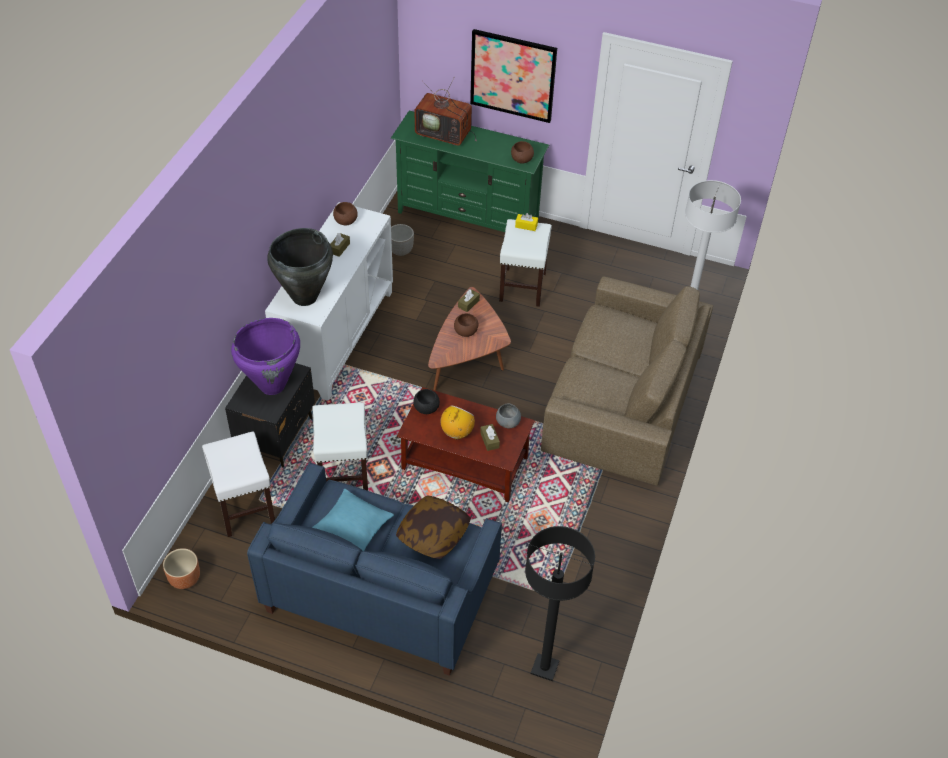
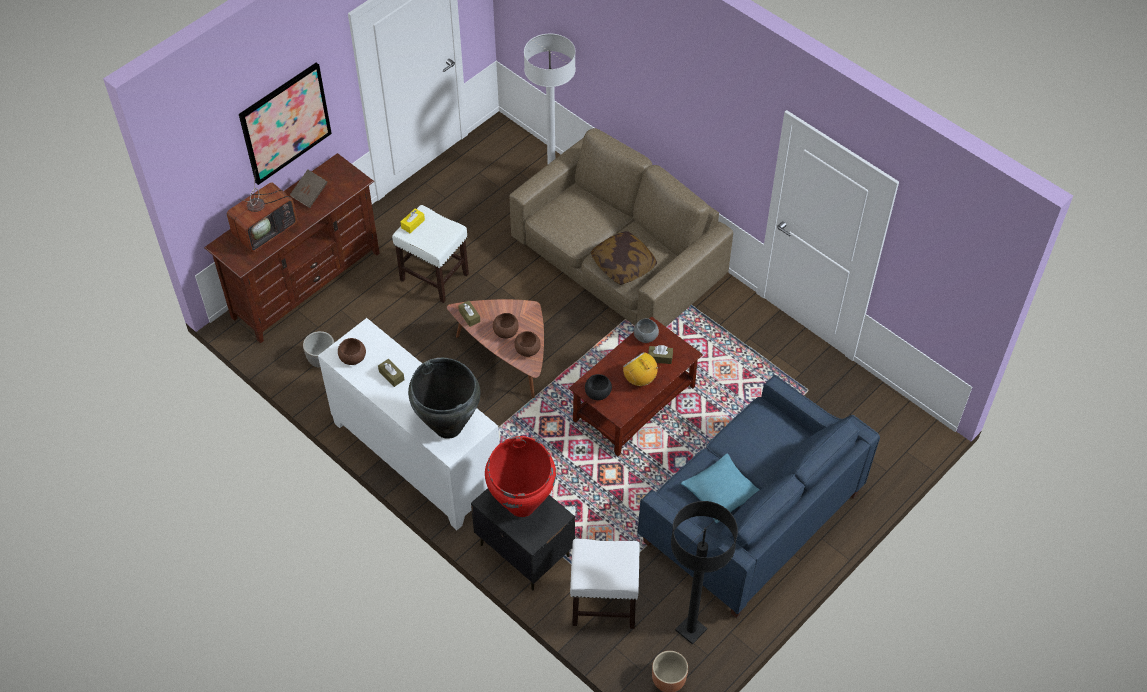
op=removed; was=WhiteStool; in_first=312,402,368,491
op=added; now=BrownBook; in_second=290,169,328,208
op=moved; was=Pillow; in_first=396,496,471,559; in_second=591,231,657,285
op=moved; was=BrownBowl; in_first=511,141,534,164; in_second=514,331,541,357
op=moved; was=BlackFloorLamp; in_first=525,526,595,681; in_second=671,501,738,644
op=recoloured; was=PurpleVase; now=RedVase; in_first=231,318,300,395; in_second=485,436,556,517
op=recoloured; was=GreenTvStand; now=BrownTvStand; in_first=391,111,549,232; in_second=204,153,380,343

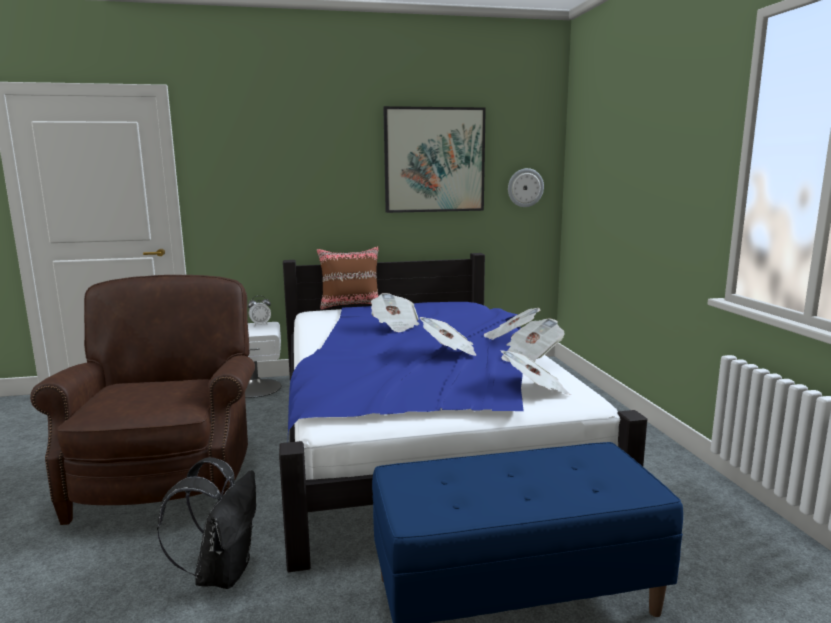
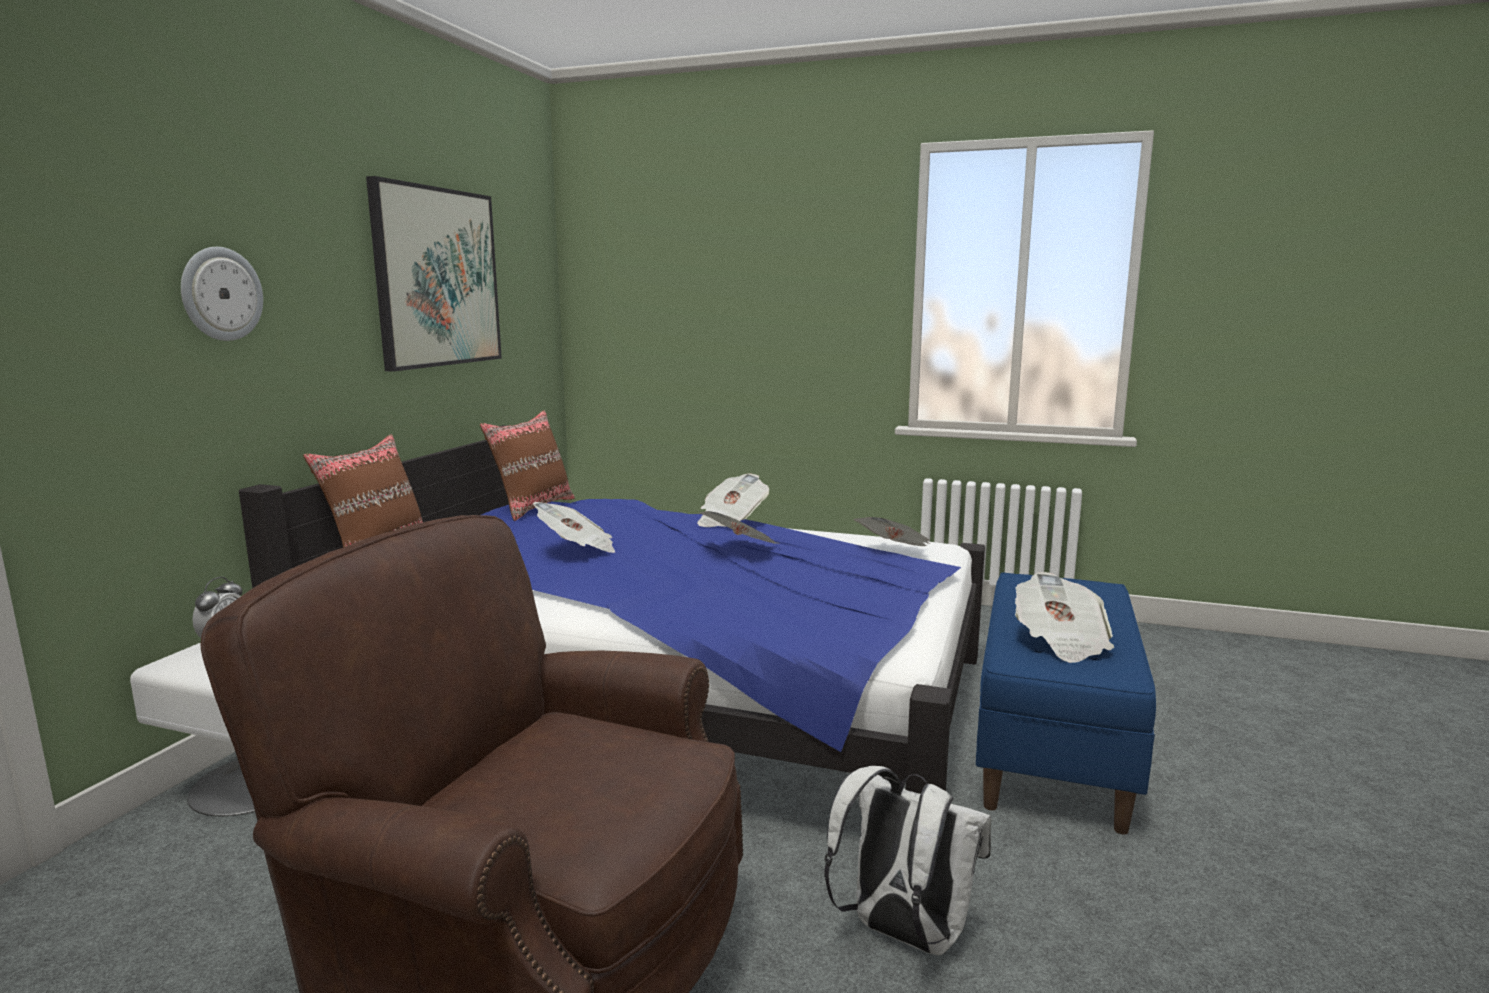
op=added; now=BrownPillow; in_second=480,410,575,521
op=moved; was=Newspaper; in_first=501,319,564,362; in_second=1015,572,1114,663
op=moved; was=WallClock; in_first=508,168,544,207; in_second=181,247,263,341
op=recoloured; was=BlackBackpack; now=WhiteBackpack; in_first=157,457,256,589; in_second=824,766,991,955

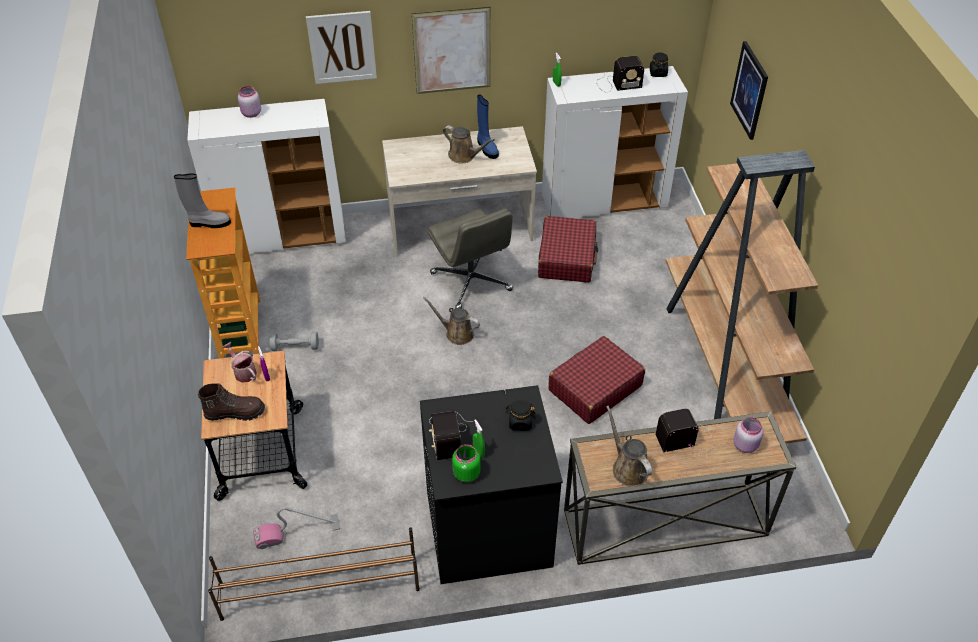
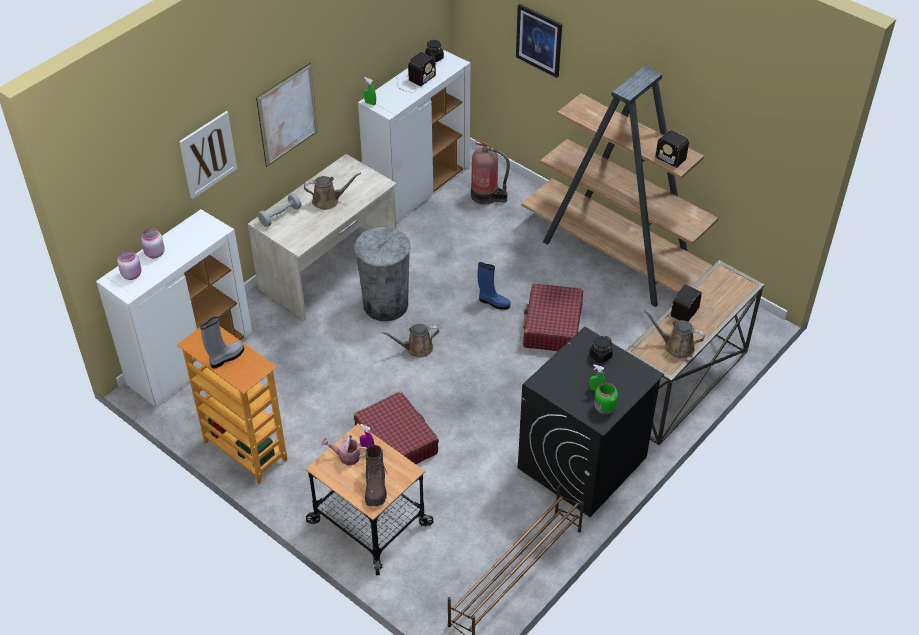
op=removed; was=VacuumCleaner; in_first=254,507,340,549
op=added; now=FireExtinguisher; in_second=471,139,510,205
op=moved; was=GreyDumbbell; in_first=270,332,319,351; in_second=258,193,301,227
op=moved; was=Radio; in_first=429,411,473,460; in_second=645,130,689,168
op=moved; was=BlueBoot; in_first=477,94,499,159; in_second=478,262,510,310
op=moved; was=RedSuitcase; in_first=538,216,598,283; in_second=354,392,439,464
op=moved; was=PinkJar; in_first=733,417,763,453; in_second=117,249,141,280
op=replaced; was=GreyOfficeChair; now=GreyTrashCan; in_first=428,208,513,308; in_second=354,227,411,321
op=turned; was=BrownBoot; in_first=198,383,265,421; in_second=365,445,387,506; clockwise=135

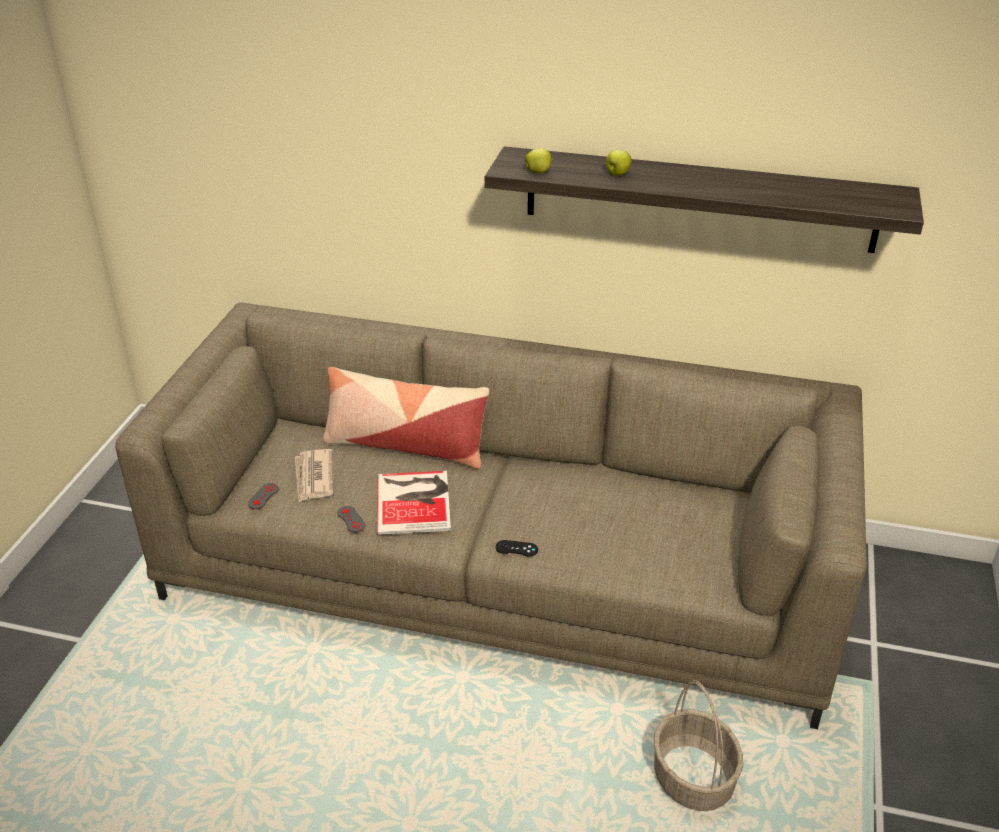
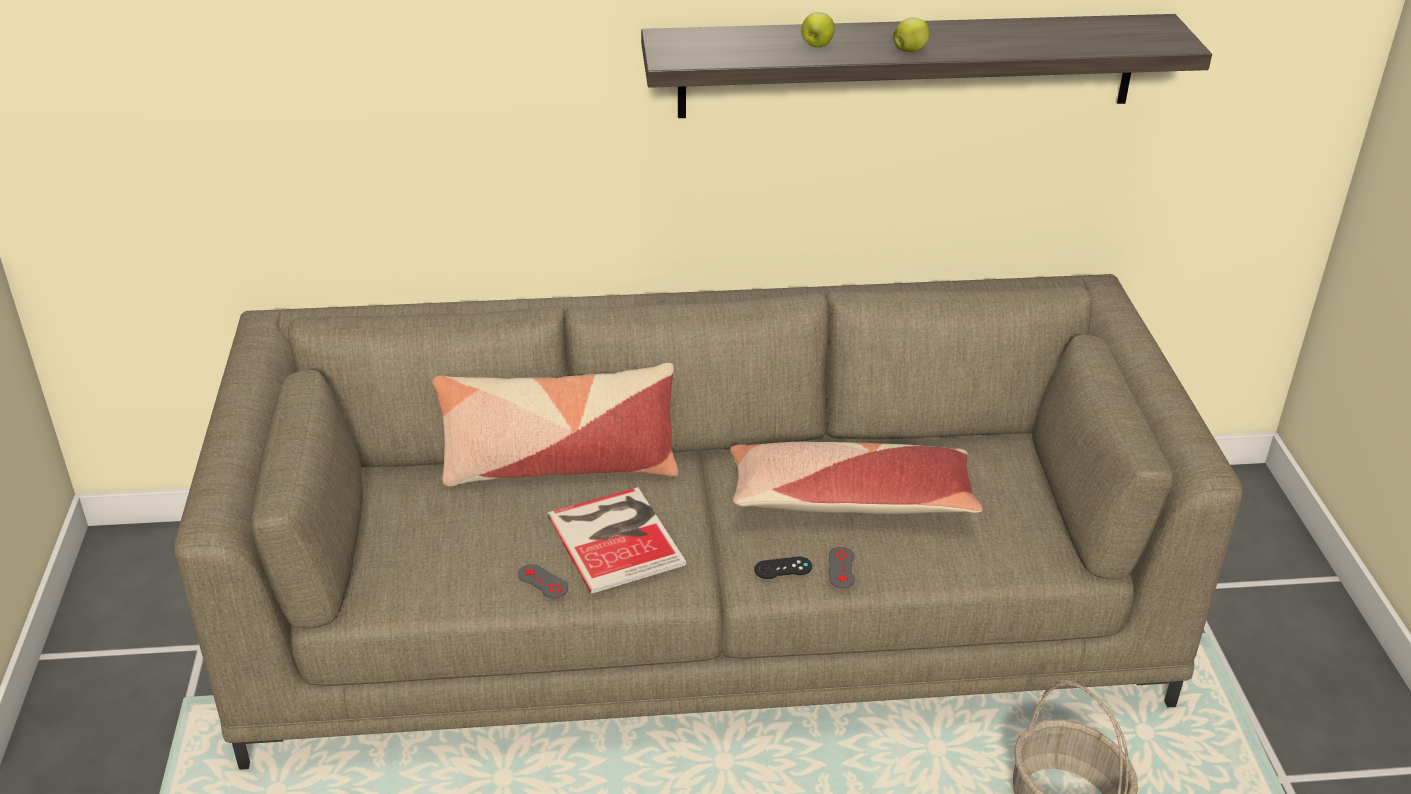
op=removed; was=Newspaper; in_first=295,449,333,502
op=added; now=Pillow; in_second=730,442,983,514
op=moved; was=GreyGameController; in_first=248,483,279,509; in_second=829,547,855,588
op=moved; was=Apple; in_first=525,148,553,173; in_second=893,17,929,52

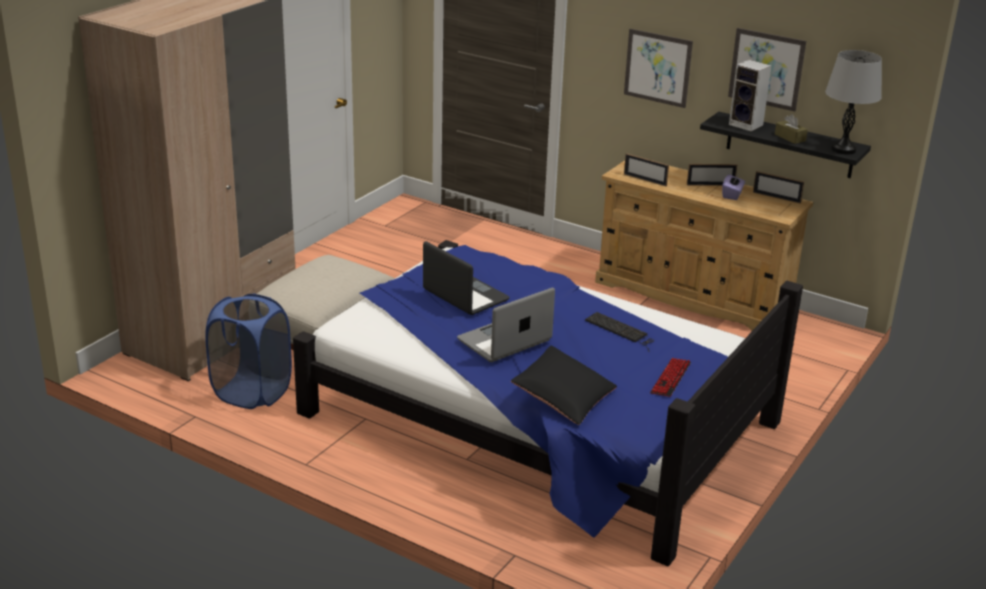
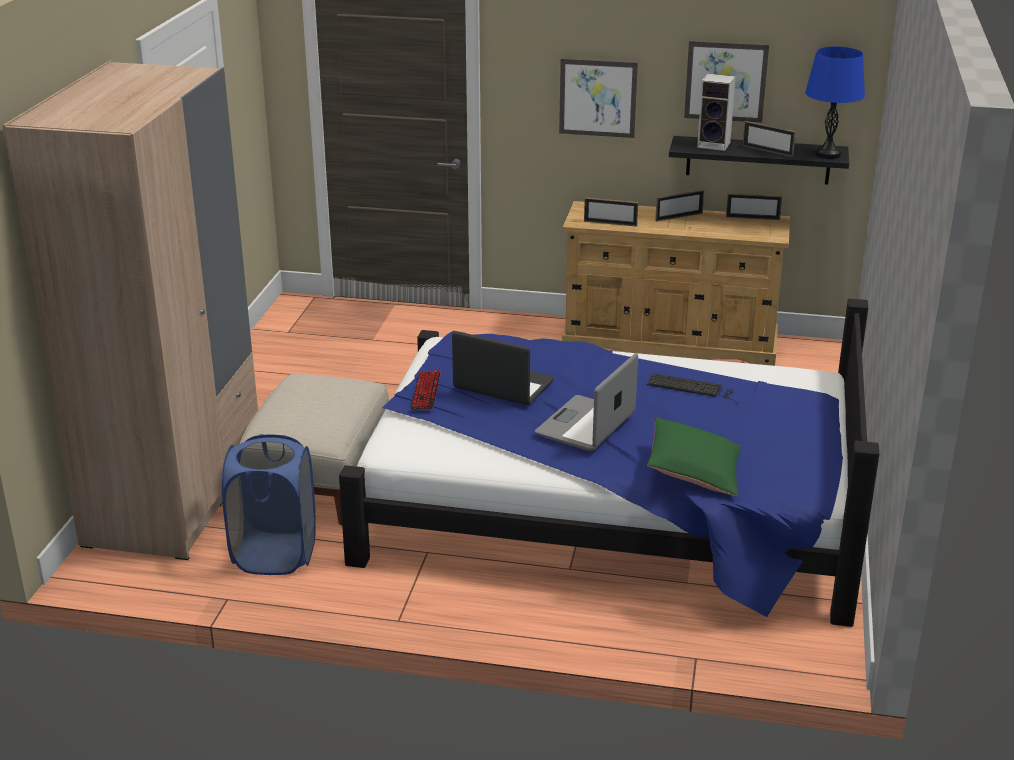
op=removed; was=PurpleTissueBox; in_first=722,173,745,200
op=moved; was=Keyboard; in_first=650,358,691,397; in_second=411,370,441,410
op=replaced; was=BrownTissueBox; now=PictureFrame; in_first=775,114,808,144; in_second=743,121,796,157
op=recoloured; was=BlackPillow; now=GreenPillow; in_first=511,346,617,425; in_second=647,418,741,496
op=recoloured; was=GreyTableLamp; now=BlueTableLamp; in_first=825,50,882,154; in_second=805,47,865,159

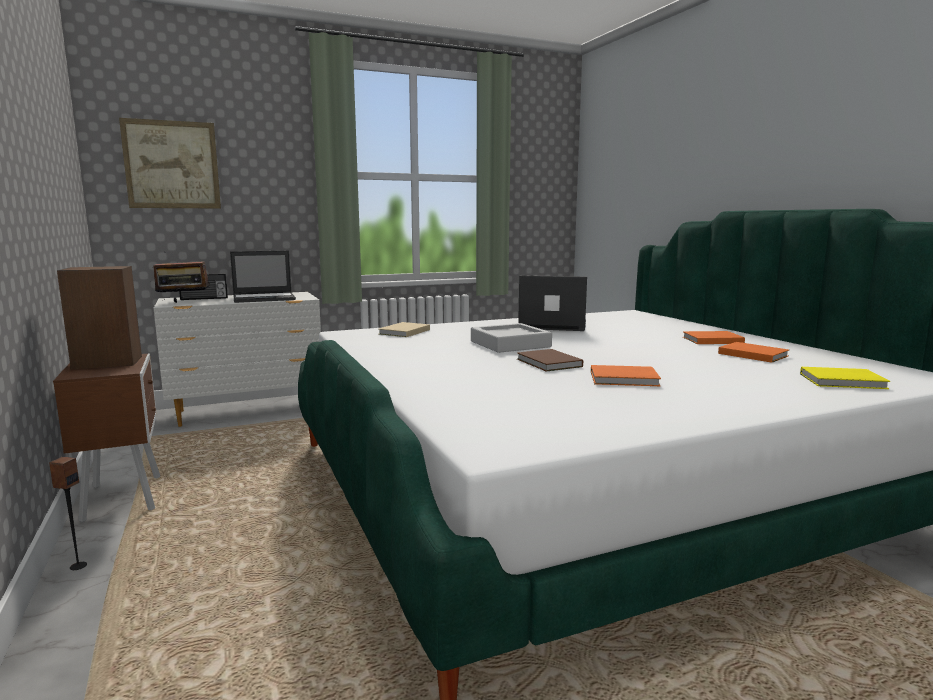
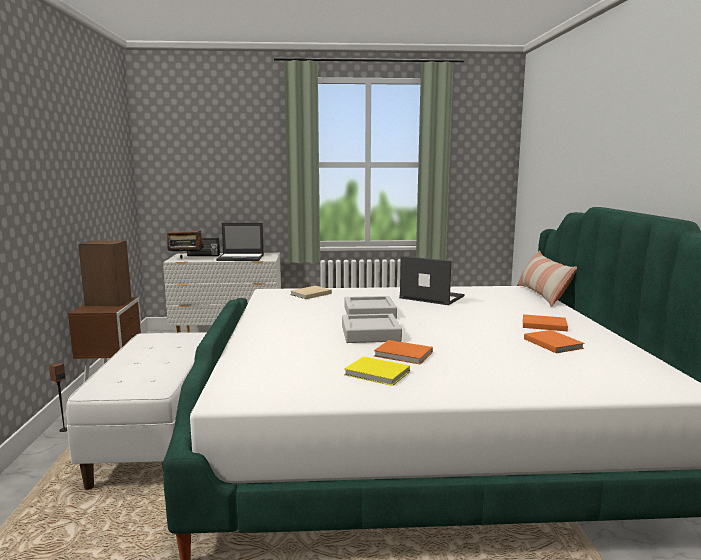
op=removed; was=Picture; in_first=119,118,221,209
op=added; now=WhiteBench; in_second=66,332,207,490
op=added; now=Pillow; in_second=517,251,577,307
op=moved; was=YellowBook; in_first=800,367,890,389; in_second=344,356,410,386
op=replaced; was=BrownBook; now=GreyTray; in_first=517,349,583,371; in_second=342,314,402,343

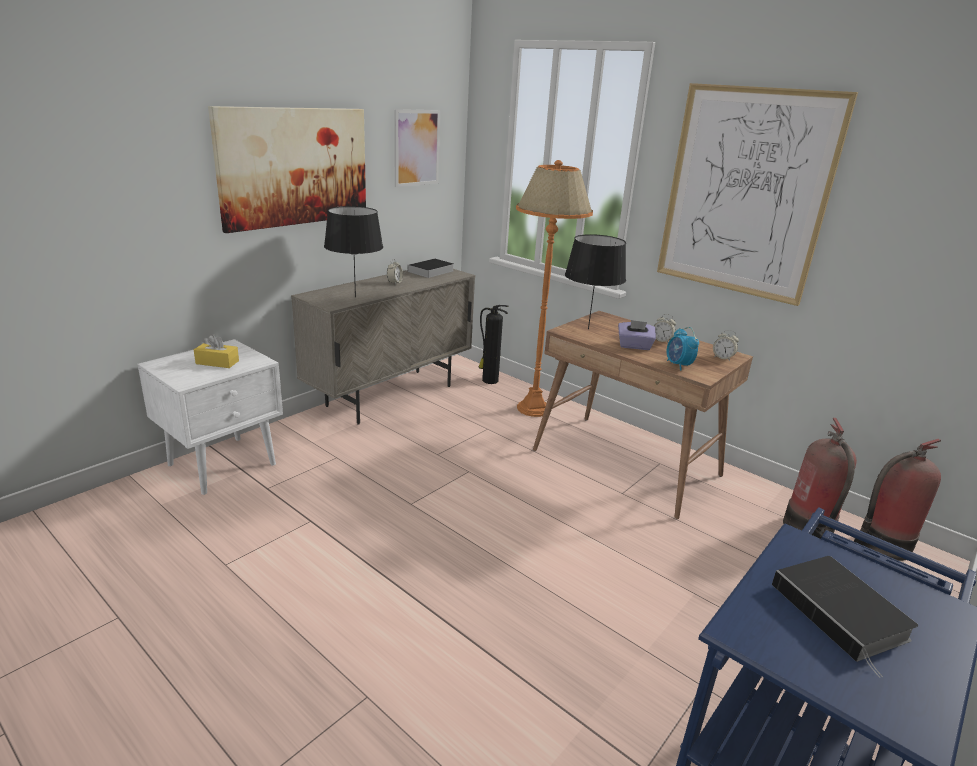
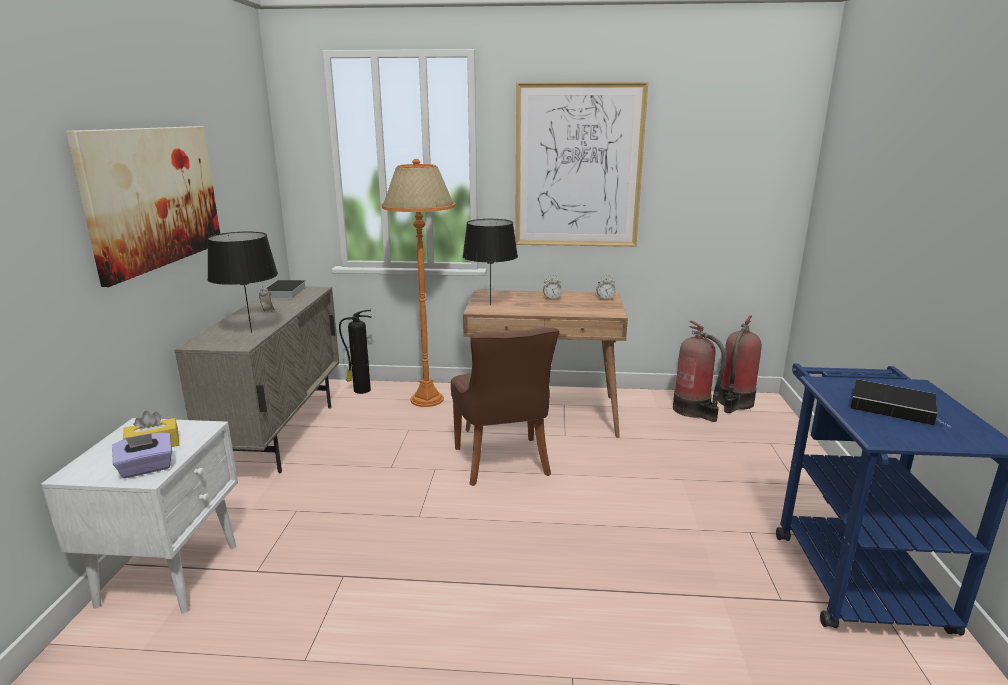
op=removed; was=Picture; in_first=394,109,440,187
op=removed; was=AlarmClock; in_first=666,327,699,371
op=added; now=BrownChair; in_second=451,327,559,486
op=moved; was=PurpleTissueBox; in_first=618,320,656,350; in_second=112,432,172,478

